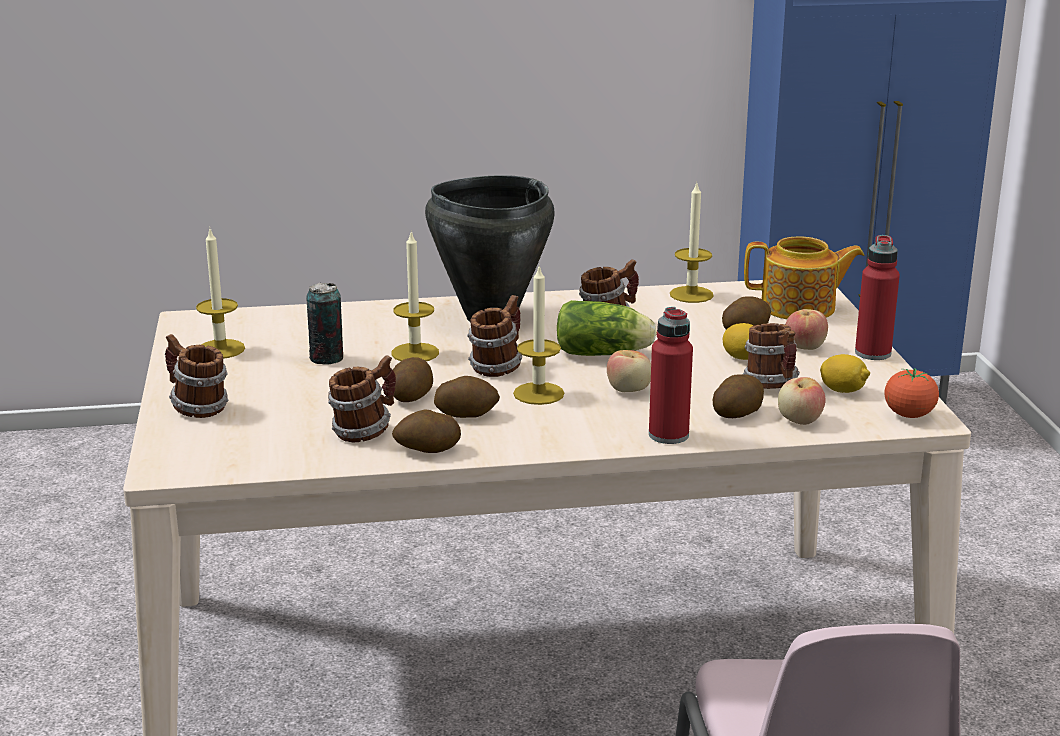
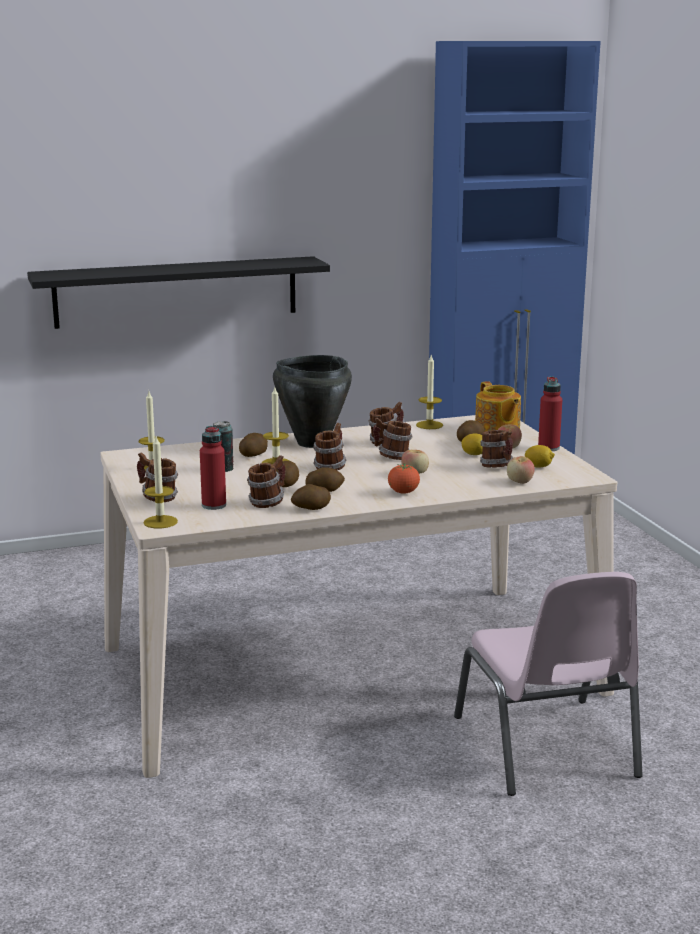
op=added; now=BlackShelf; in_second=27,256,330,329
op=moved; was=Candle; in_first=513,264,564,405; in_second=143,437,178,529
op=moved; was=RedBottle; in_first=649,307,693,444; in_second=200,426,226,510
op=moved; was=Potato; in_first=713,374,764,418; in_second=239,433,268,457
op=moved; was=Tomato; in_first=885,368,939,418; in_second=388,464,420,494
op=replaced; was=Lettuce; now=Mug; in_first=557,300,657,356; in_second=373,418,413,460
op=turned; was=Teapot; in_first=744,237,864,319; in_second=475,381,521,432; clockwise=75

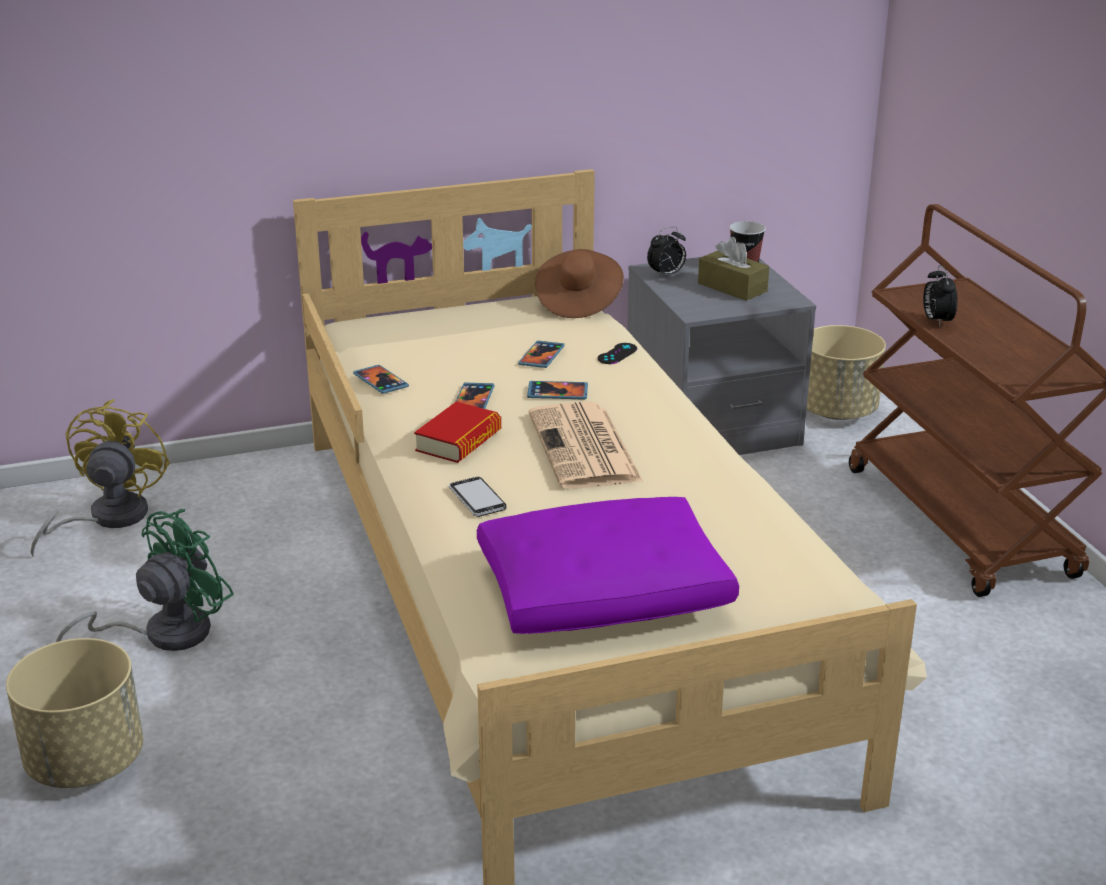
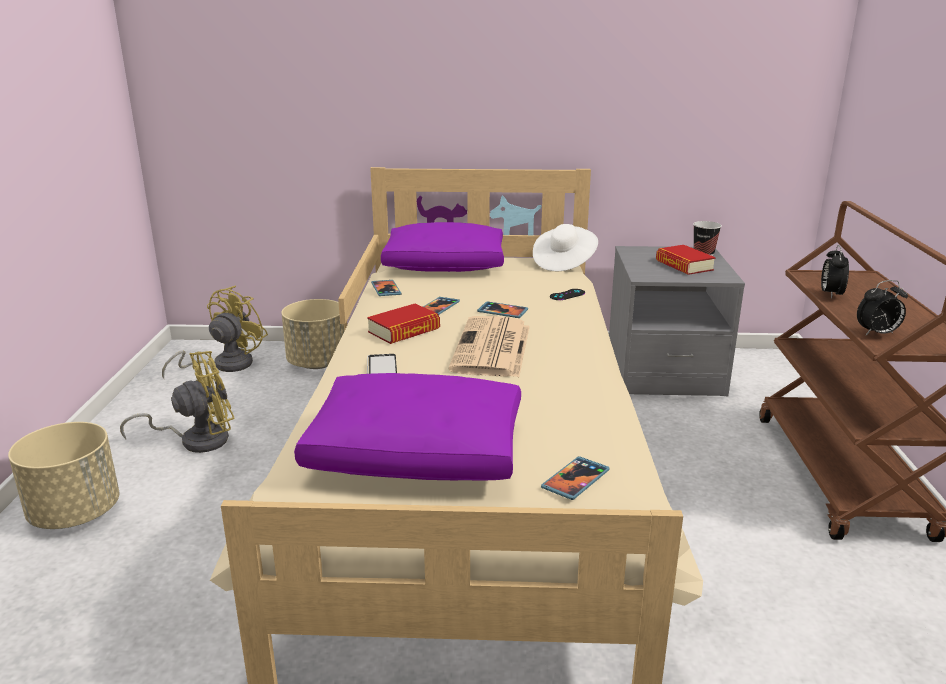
op=added; now=PurplePillow; in_second=381,222,504,272
op=moved; was=Phone; in_first=518,341,565,368; in_second=541,456,610,500
op=moved; was=AlarmClock; in_first=647,226,686,278; in_second=857,280,908,336
op=moved; was=BeigePlanter; in_first=807,325,886,420; in_second=281,299,345,369
op=replaced; was=BrownTissueBox; now=Book; in_first=698,237,769,301; in_second=656,245,716,275
op=recoloured; was=GreenFan; now=YellowFan; in_first=56,509,234,651; in_second=120,351,235,453
op=recoloured; was=BrownHat; now=WhiteHat; in_first=535,249,624,318; in_second=533,224,598,271

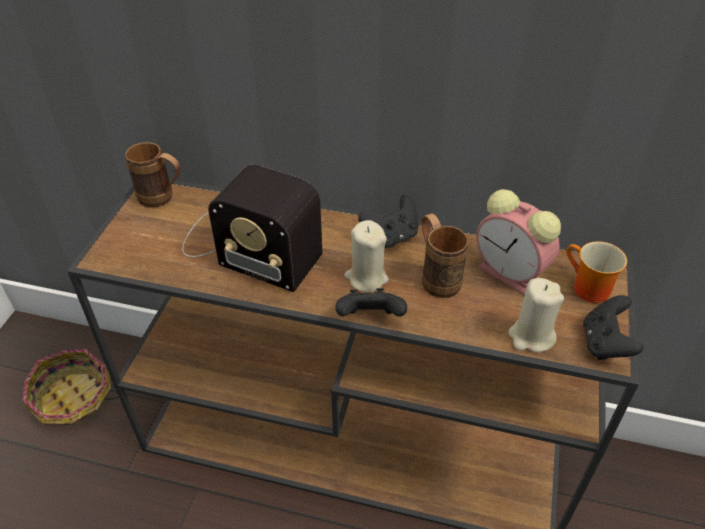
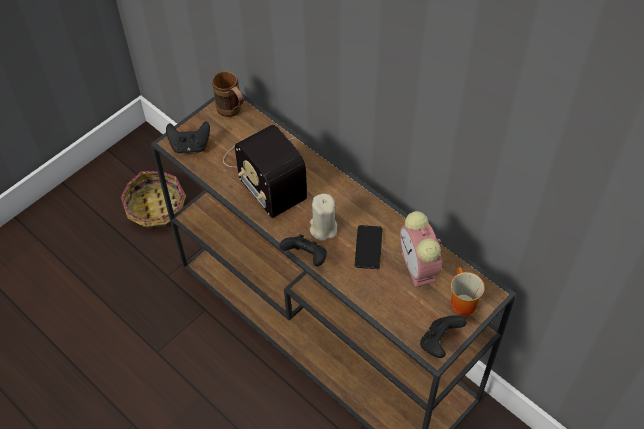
op=removed; was=BeigeCandle; in_first=508,278,564,352
op=moved; was=BlackGameController; in_first=358,195,418,248; in_second=166,121,210,154
op=replaced; was=BrownMug; now=Phone; in_first=422,213,469,298; in_second=355,225,383,269

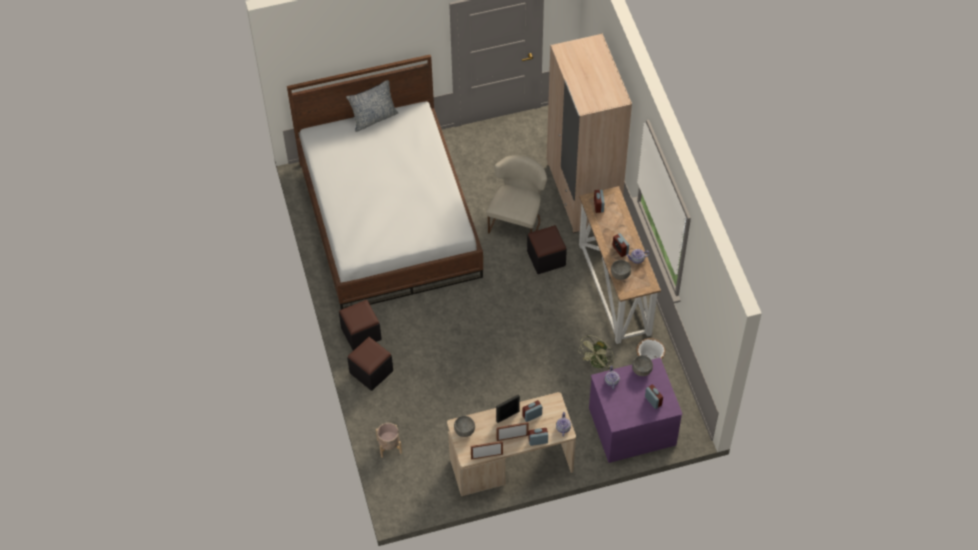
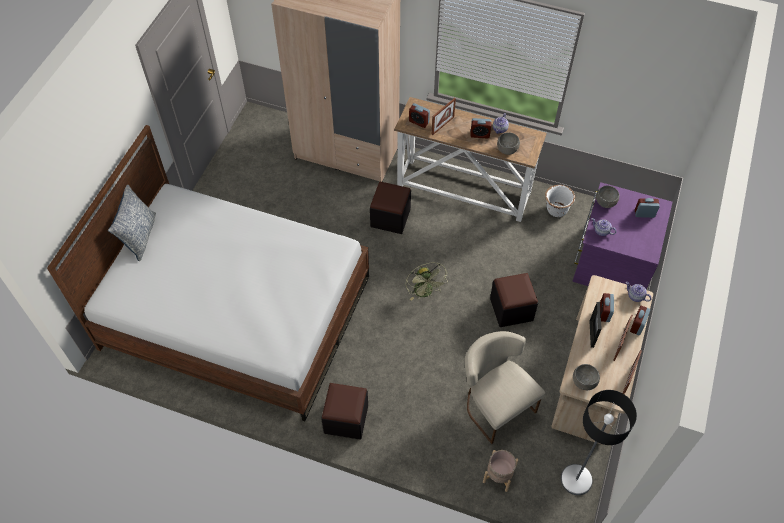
op=added; now=PictureFrame; in_second=431,98,456,135
op=added; now=FloorLamp; in_second=561,390,637,495
op=moved; was=BlackOttoman; in_first=347,337,393,391; in_second=490,273,538,327
op=moved; was=BeigeChair; in_first=487,155,547,234; in_second=464,331,545,444
op=moved; was=GreenFan; in_first=579,335,614,370; in_second=406,262,448,300

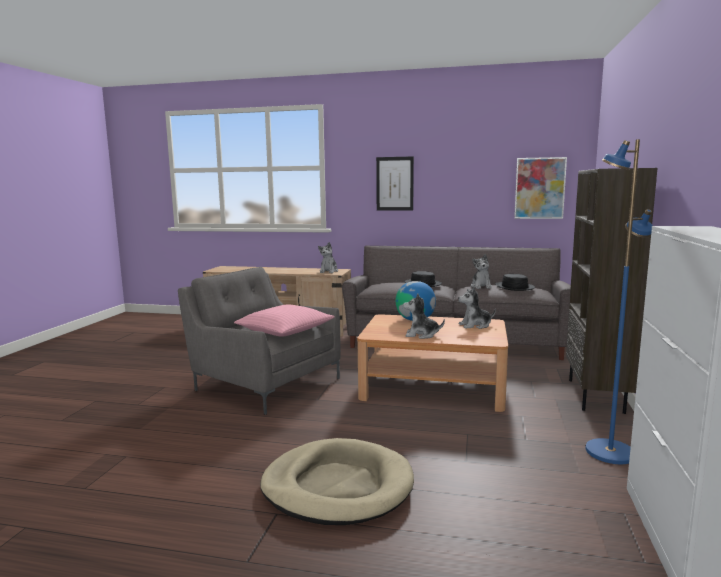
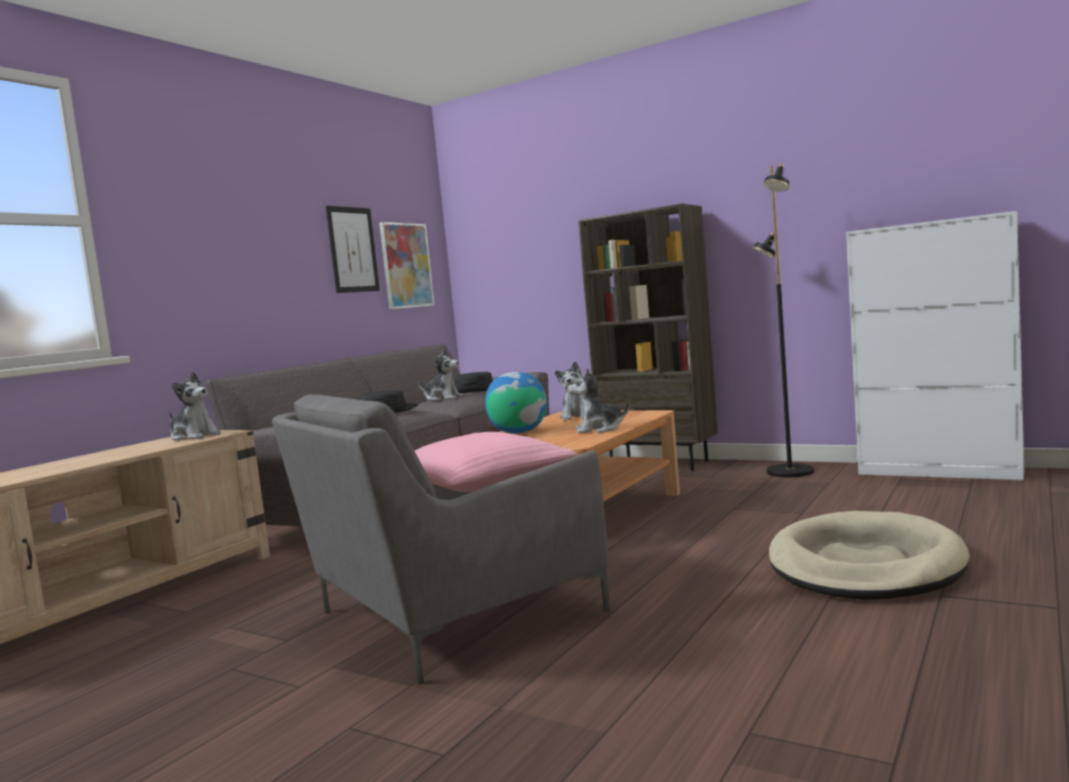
op=moved; was=Picture; in_first=376,156,414,211; in_second=326,206,380,293
op=recoloured; was=BlueFloorLamp; now=BlackFloorLamp; in_first=586,139,653,464; in_second=752,164,814,477
op=turned; was=PlushToy; in_first=403,293,445,339; in_second=567,368,630,433; clockwise=60

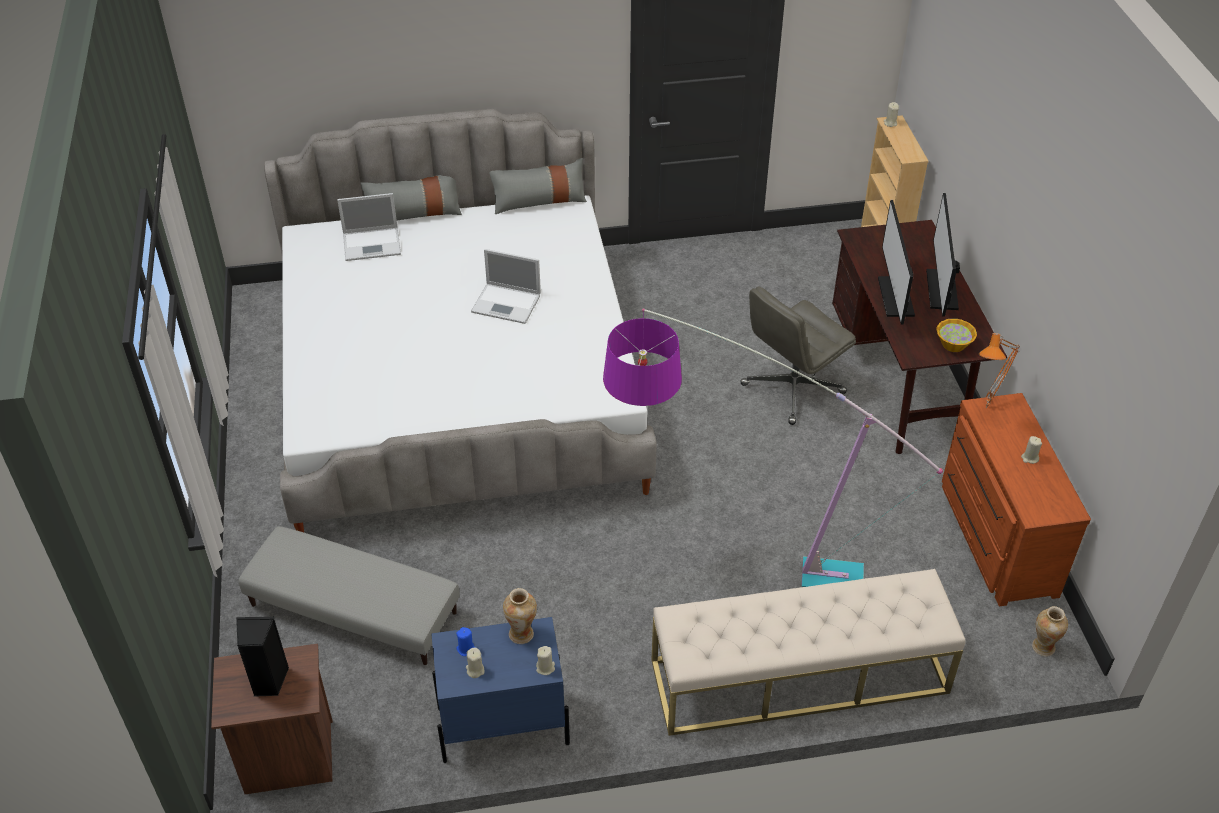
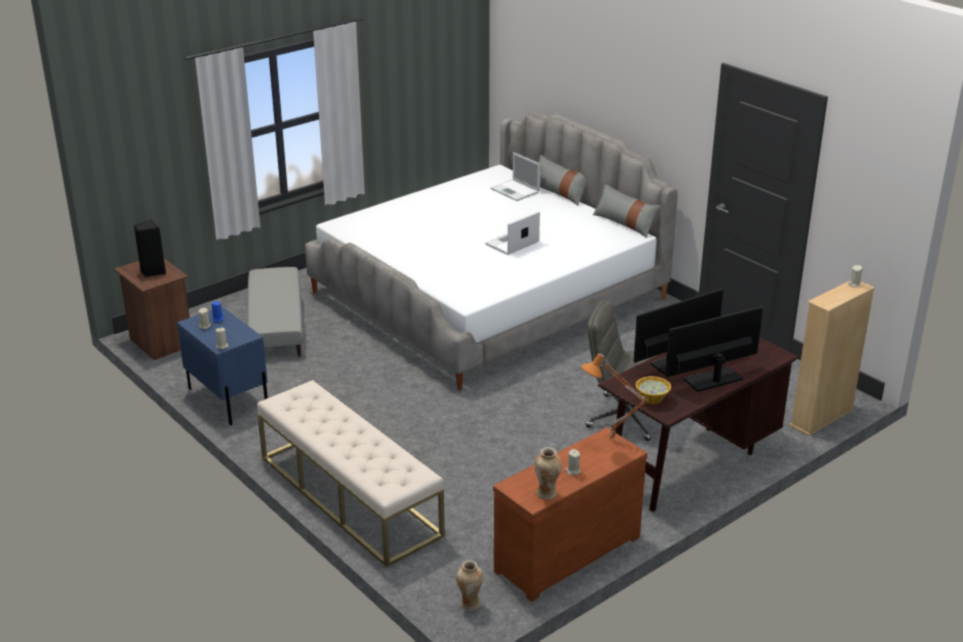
op=removed; was=FloorLamp; in_first=603,308,943,587
op=moved; was=Vase; in_first=503,588,537,644; in_second=534,447,562,500
op=turned; was=Laptop; in_first=471,249,541,324; in_second=485,211,540,255; clockwise=60

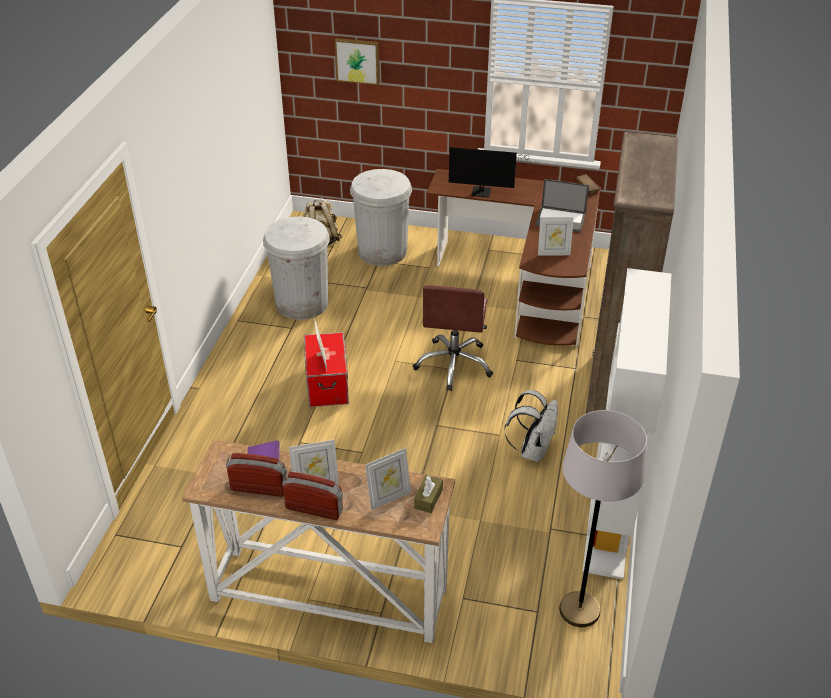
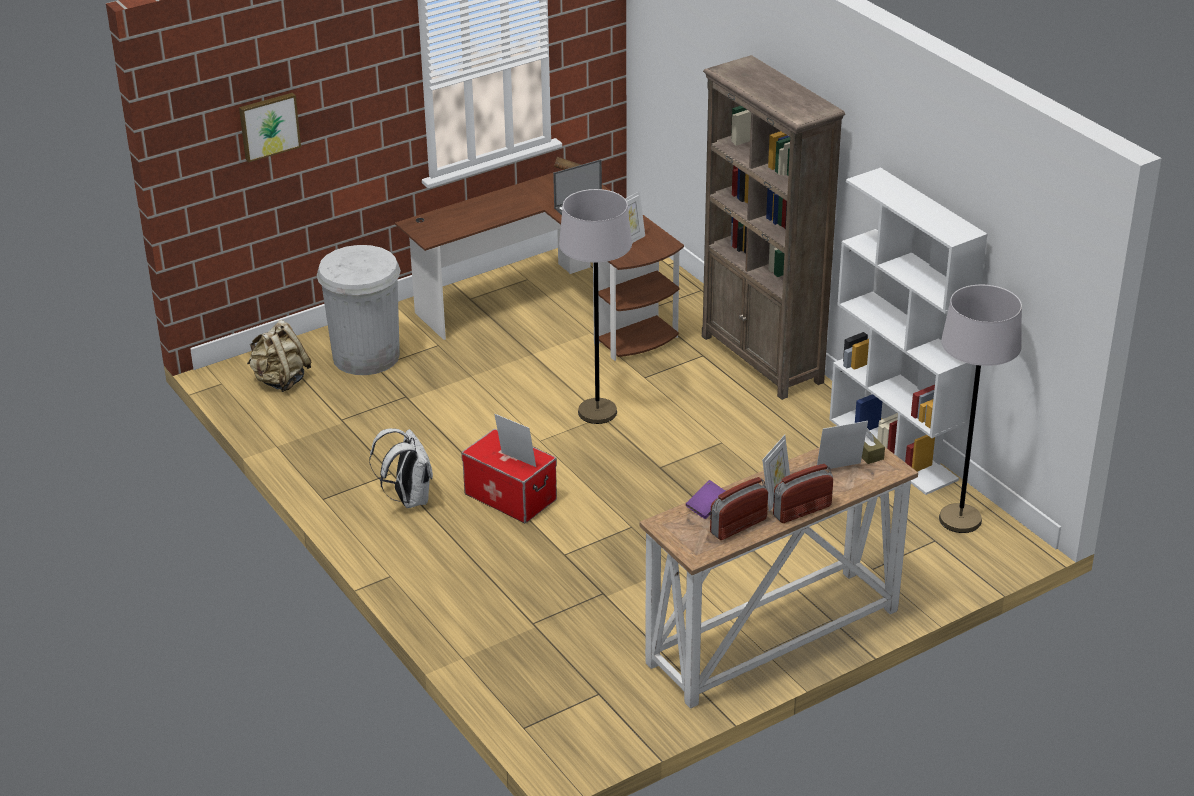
op=removed; was=WhiteTrashCan; in_first=263,216,330,320
op=removed; was=Monitor; in_first=449,147,536,198
op=moved; was=WhiteBackpack; in_first=504,390,558,462; in_second=369,428,433,508
op=replaced; was=BrownOfficeChair; now=GreyFloorLamp; in_first=413,285,493,391; in_second=559,189,632,424
op=turned; was=PictureFrame; in_first=365,448,411,510; in_second=817,421,868,470; clockwise=-120

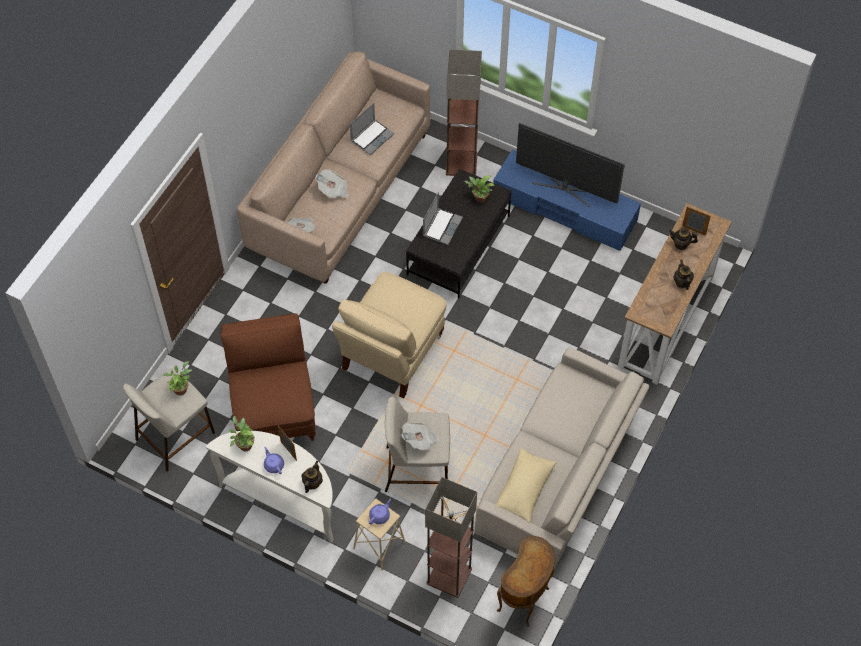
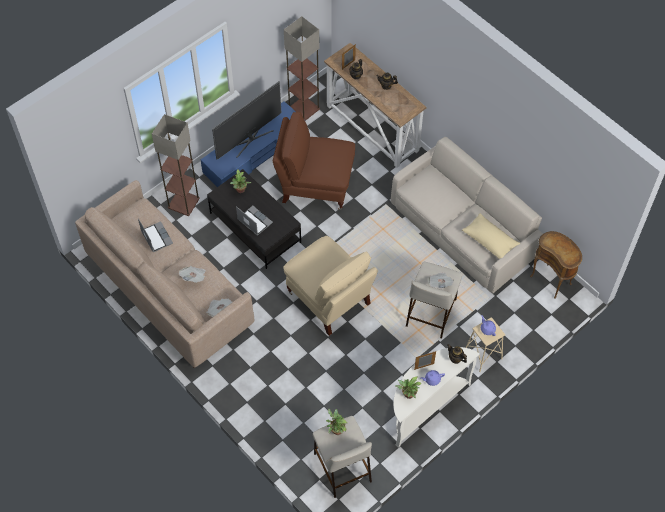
op=moved; was=BrownArmchair; in_first=221,314,316,442; in_second=273,112,355,210
op=moved; was=FloorLamp; in_first=425,477,477,598; in_second=284,16,320,121

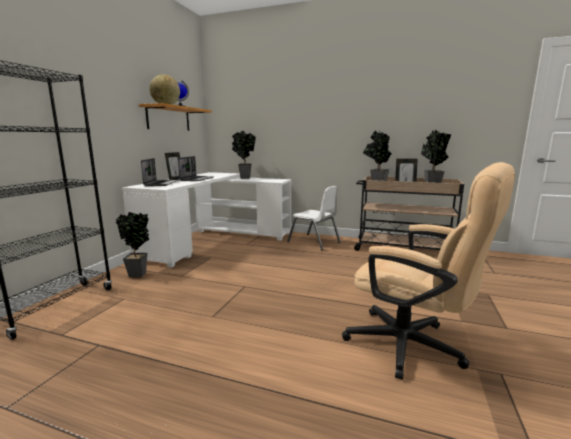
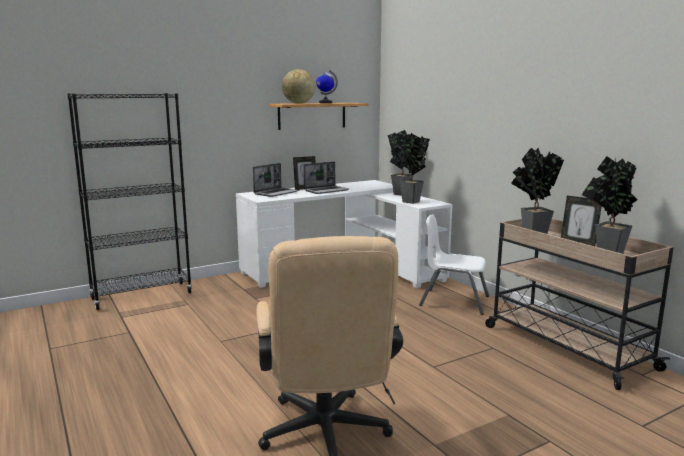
op=moved; was=PottedPlant; in_first=116,212,149,277; in_second=398,133,430,204
op=turned; was=WhiteChair; in_first=287,186,341,250; in_second=419,214,489,315; clockwise=120

